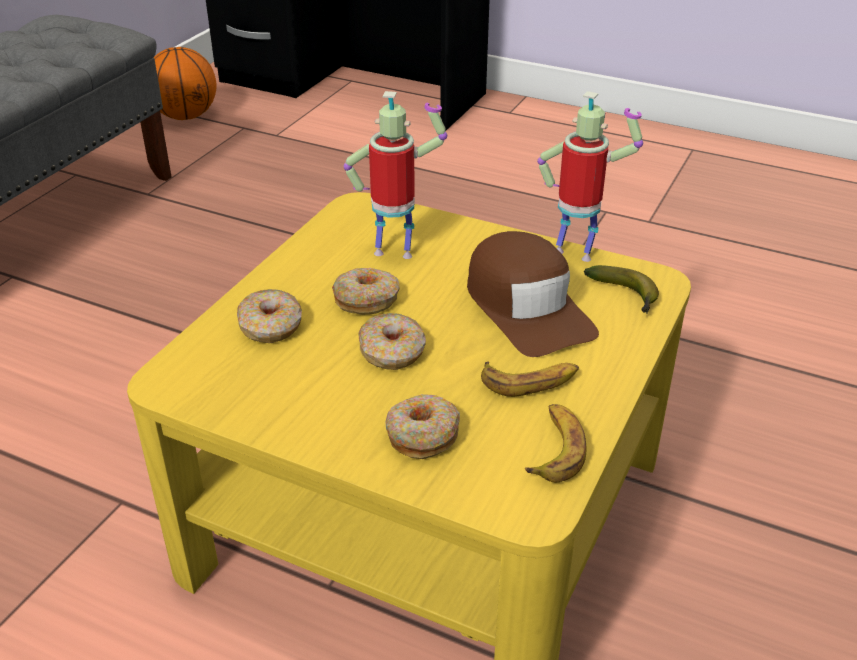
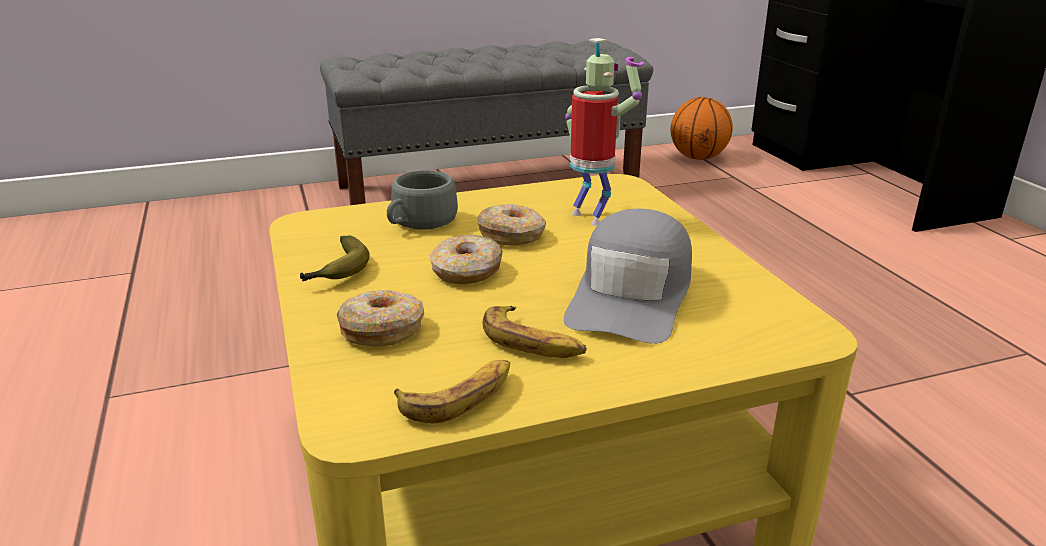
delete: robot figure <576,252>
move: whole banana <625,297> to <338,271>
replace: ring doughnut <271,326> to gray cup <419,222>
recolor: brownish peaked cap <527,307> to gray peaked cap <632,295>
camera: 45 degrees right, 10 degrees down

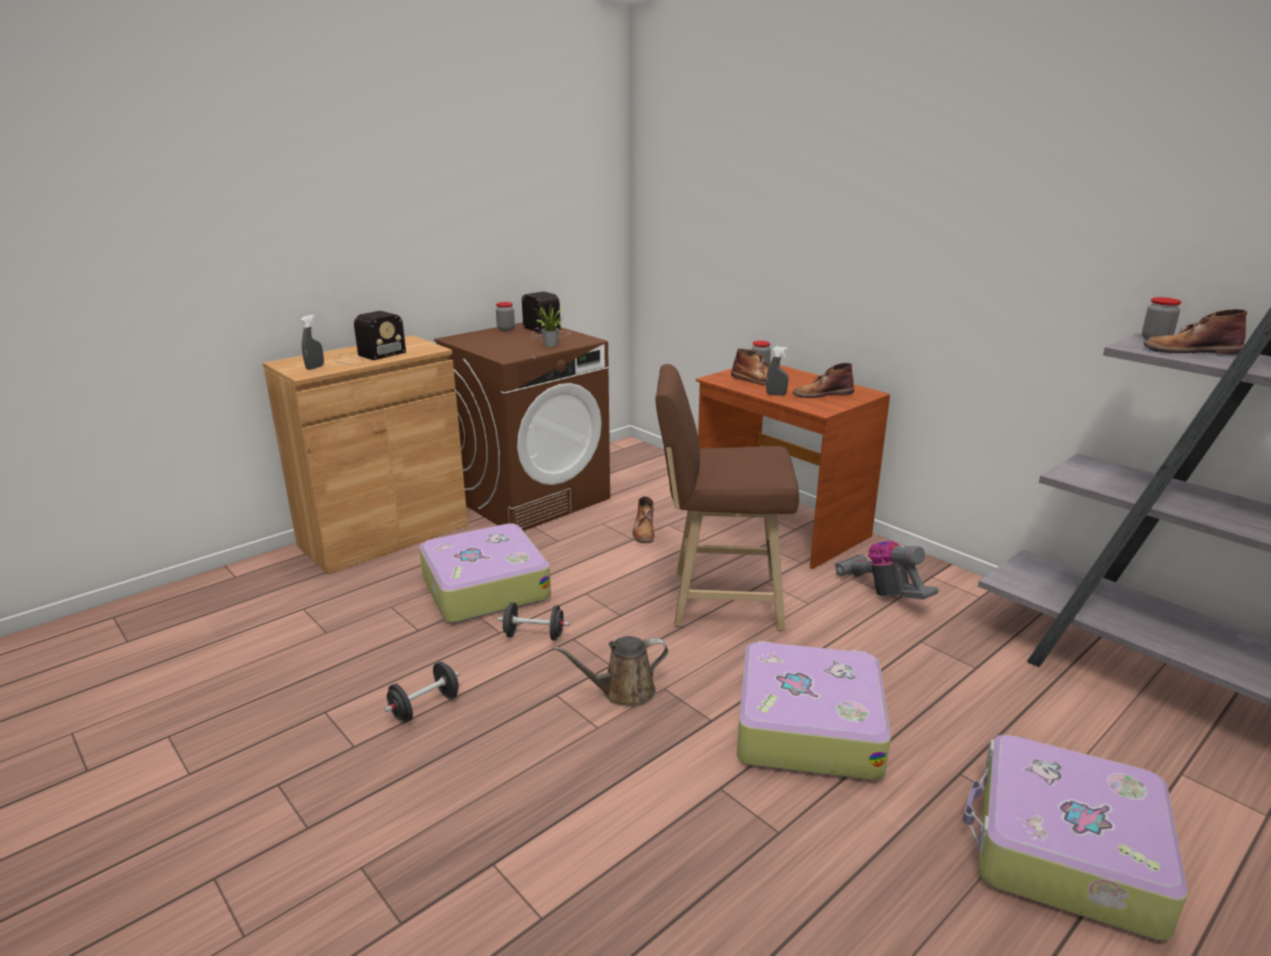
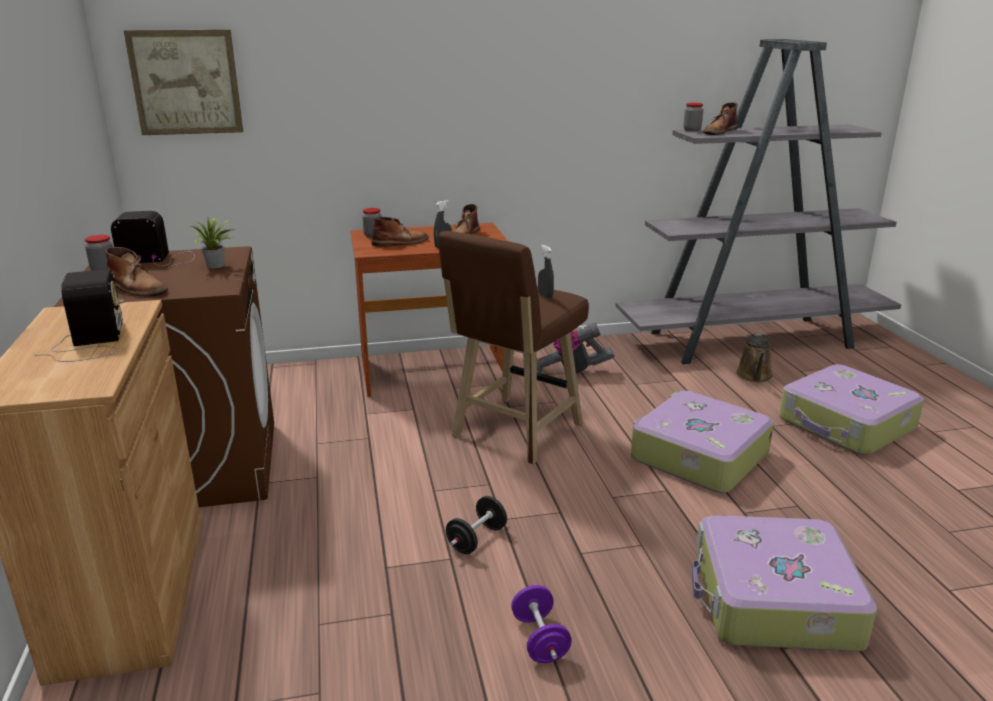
insert: wall picture <186,82>
move: gray sprayer <315,367> to <545,296>; piece of luggage <484,587> to <773,601>; brownish sprinkling can <623,692> to <754,376>; brownish tall boot <644,531> to <137,289>
recolor: black-coloured hand weight <425,707> to purplish hand weight <540,640>
camera: 60 degrees left, 0 degrees up

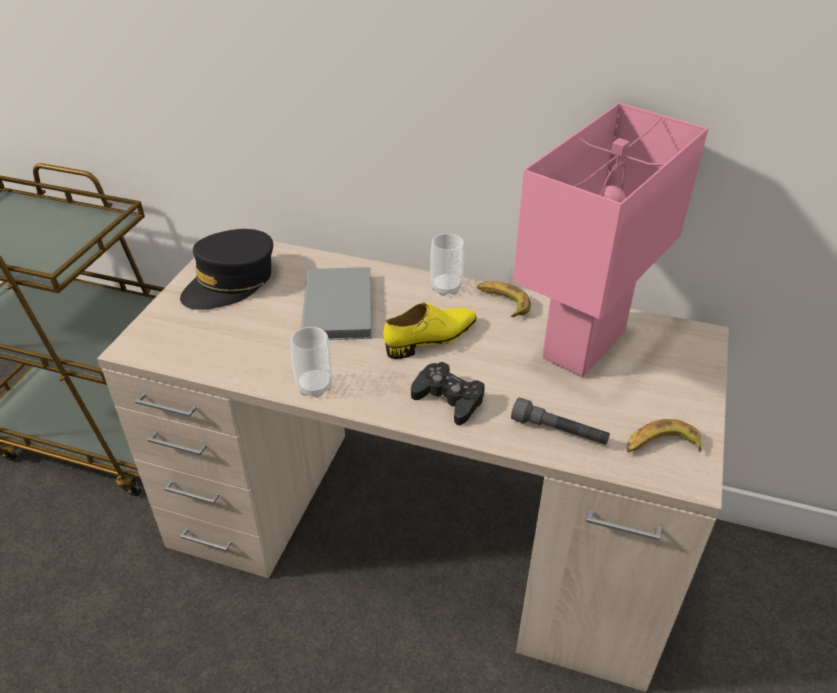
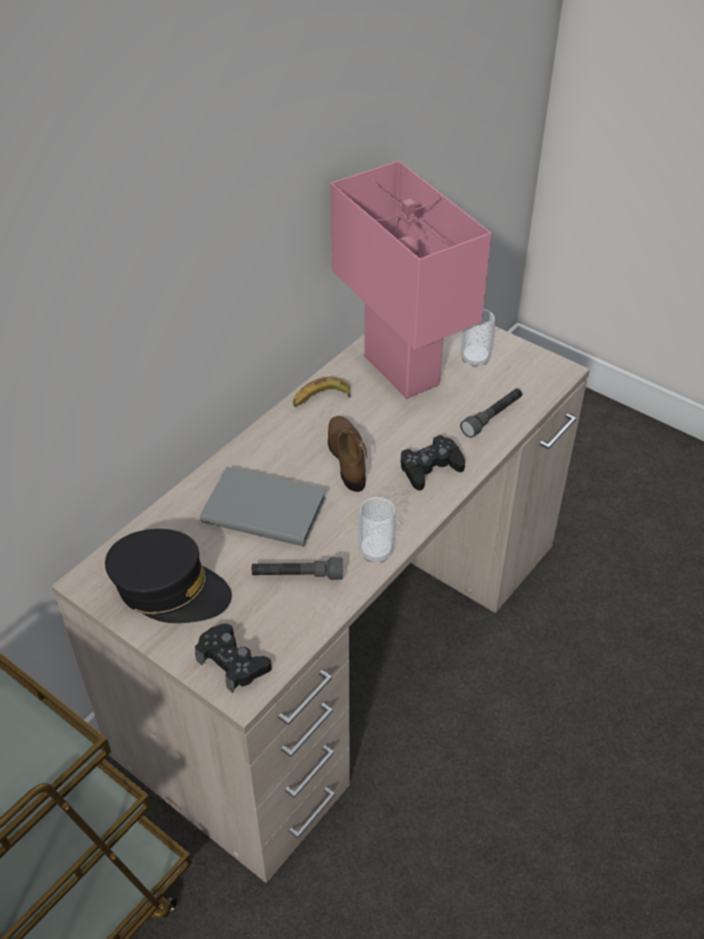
delete: whole banana <660,445>
insert: black-coloured gamepad <233,662>; gray torch <297,576>
move: cup <446,288> to <475,359>
recolor: yellow shoe <431,338> to brownish shoe <347,457>
rotate: black-coloured peaked cap <230,282> = <170,589> 45 degrees counterclockwise
camera: 70 degrees left, 5 degrees up

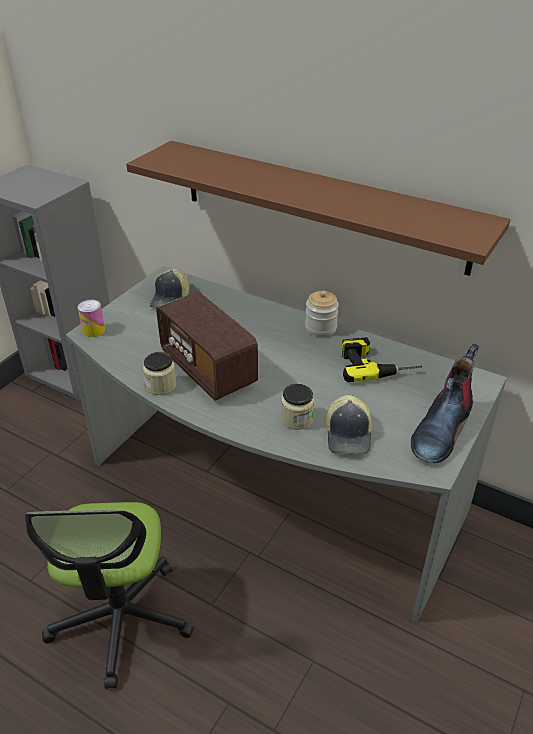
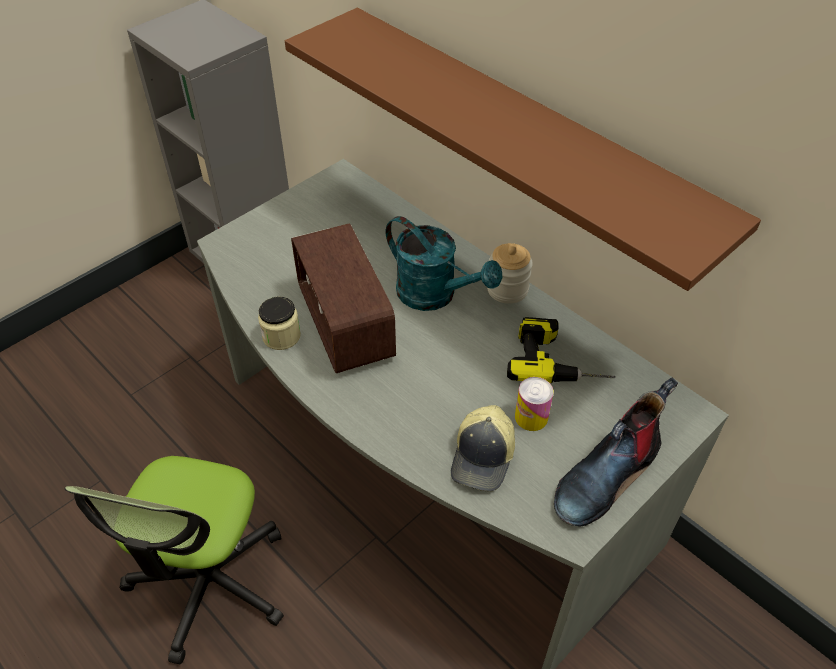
delete: peaked cap <171,299>; storage jar <297,419>
insert: blue-green sprinkling can <435,295>
move: metal can <93,330> to <531,417>
camera: 15 degrees right, 10 degrees up

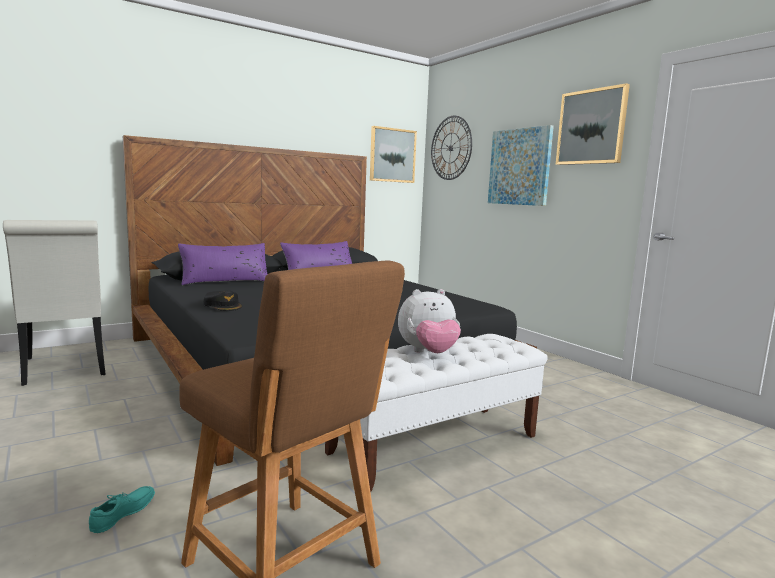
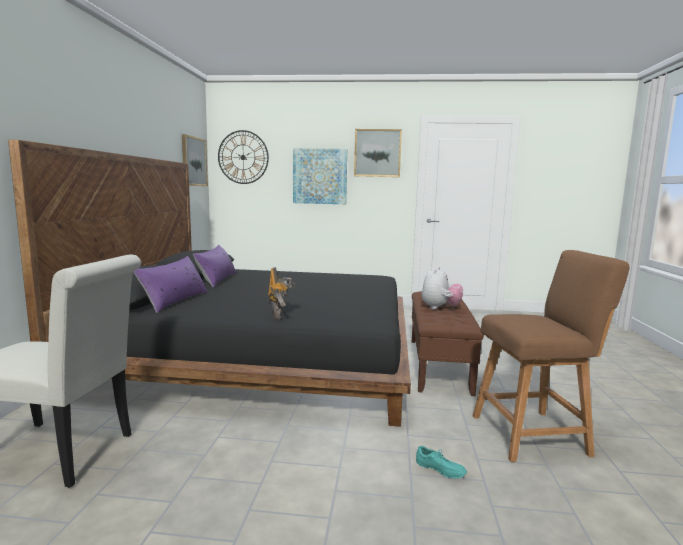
replace: black-coloured peaked cap <223,306> to robot figure <279,315>
recolor: white-coloured indoor bench <435,444> to brownish indoor bench <438,364>
rotate: blue-green shoe <125,515> = <439,470> 150 degrees clockwise
camera: 50 degrees left, 0 degrees up

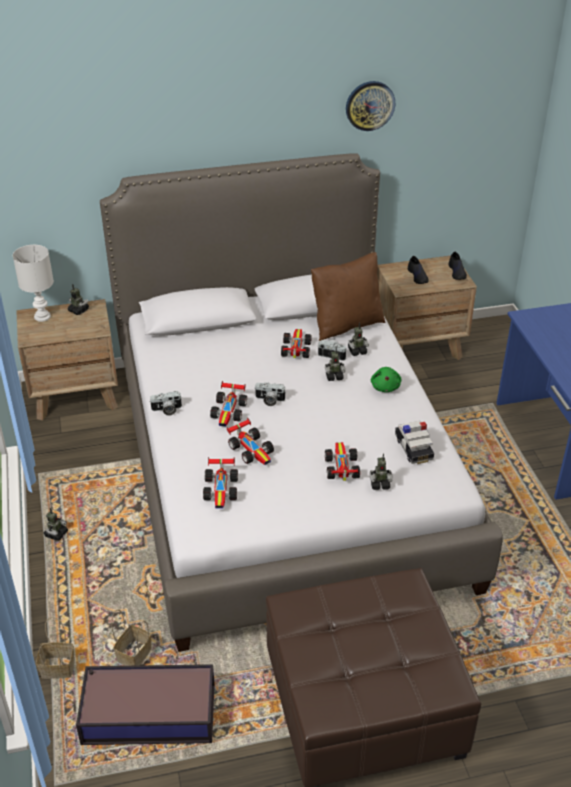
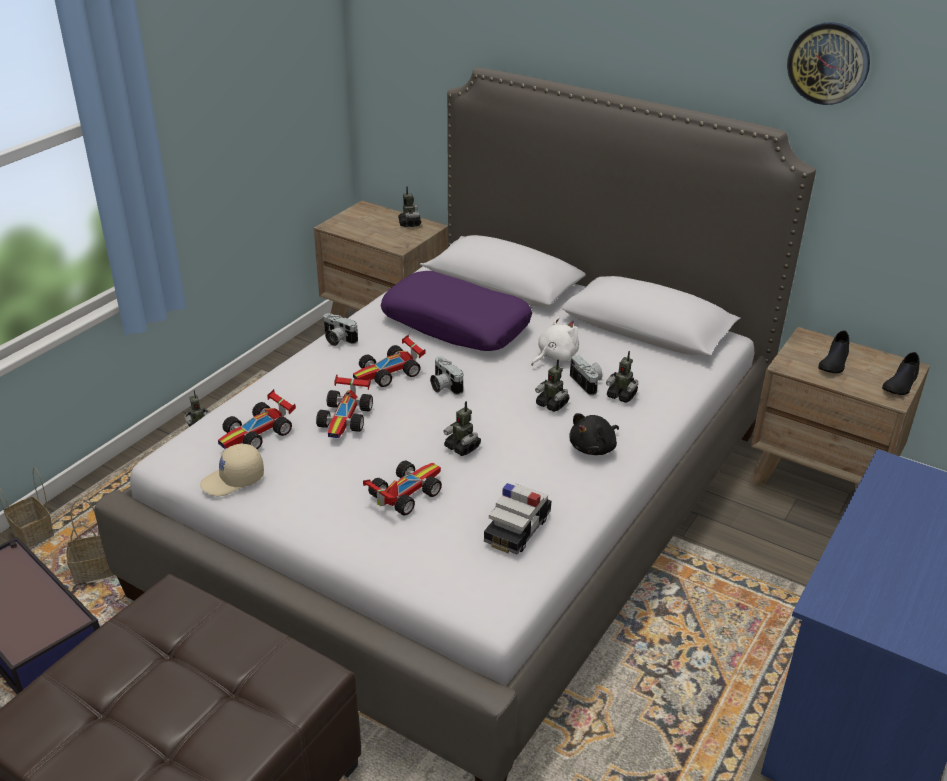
delete: white-coloured tabletop lamp <43,317>; brownish pillow <346,324>
insert: sand-coloured peaked cap <233,480>; purplish pillow <456,324>
move: robot figure <380,484> to <462,447>
replace: toy car <295,349> to white-coloured cuddly toy <555,356>
recolor: greenish cuddly toy <385,387> to black-coloured cuddly toy <594,448>
camera: 45 degrees right, 5 degrees down

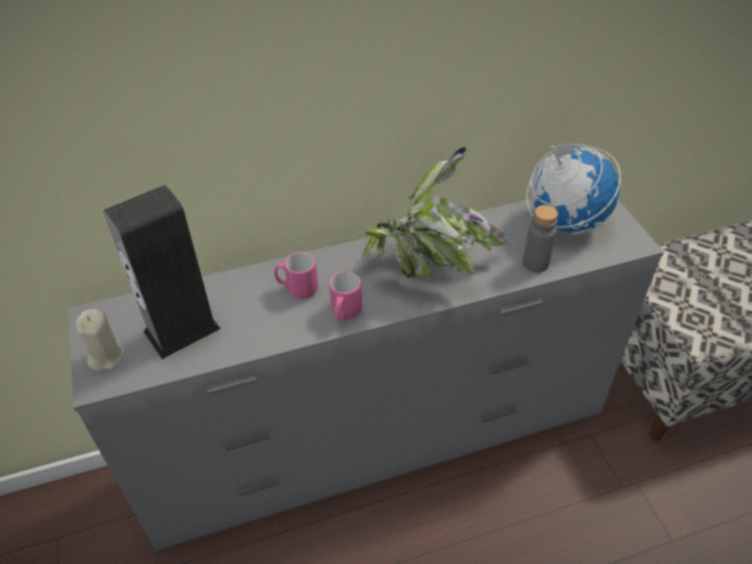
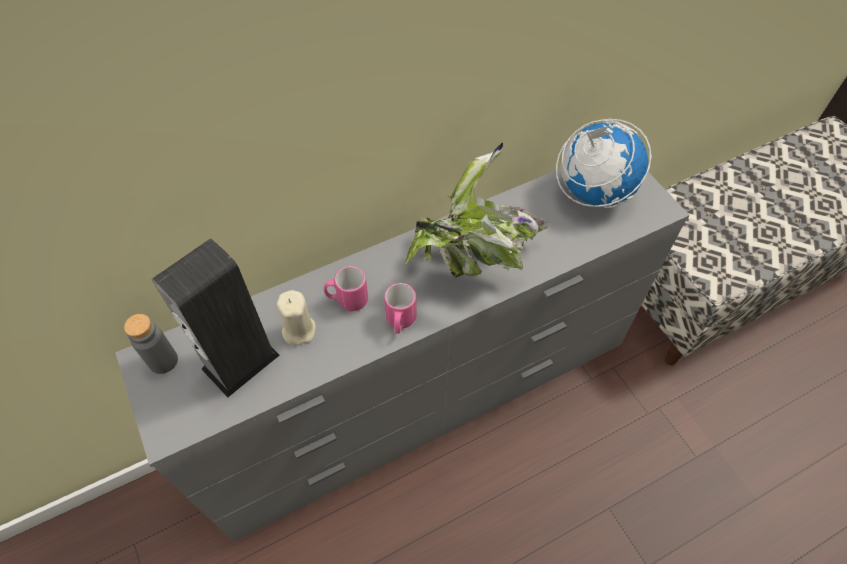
move: sand-coloured candle <106,356> to <298,330>; gray drink bottle <535,263> to <163,361>
camera: 10 degrees left, 10 degrees up

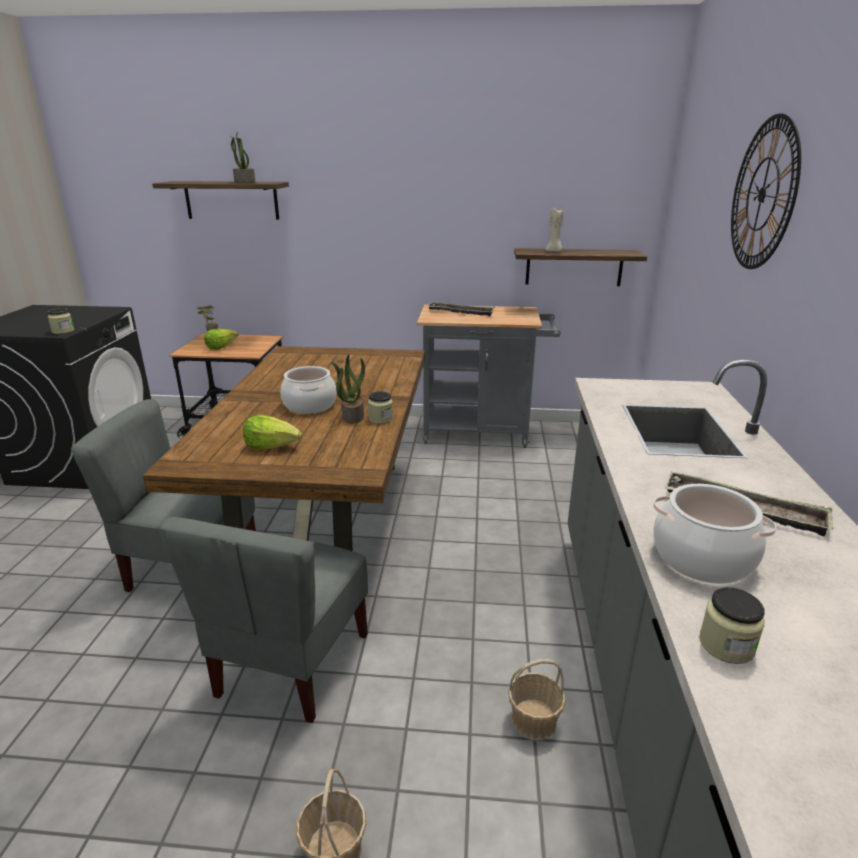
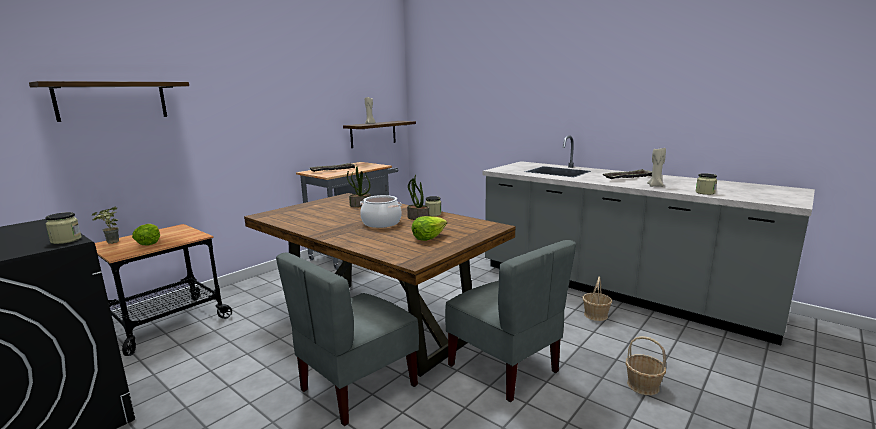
delete: hanging clock <762,194>
move: potted plant <244,182> to <360,205>
replace: cooking pot <701,558> to sand-coloured candle <655,186>
camera: 55 degrees left, 10 degrees down

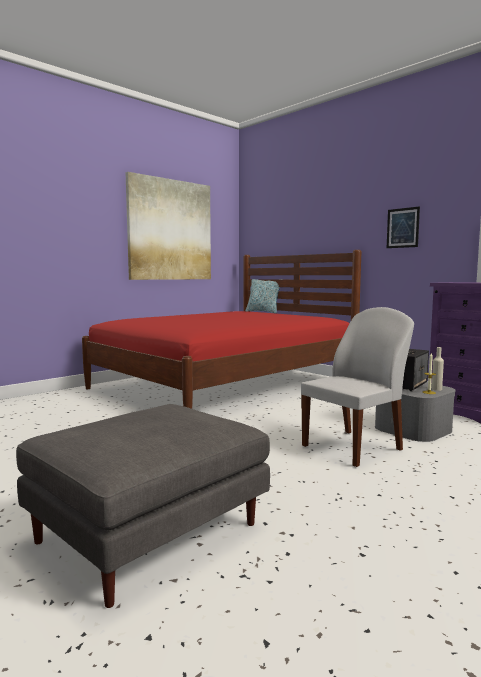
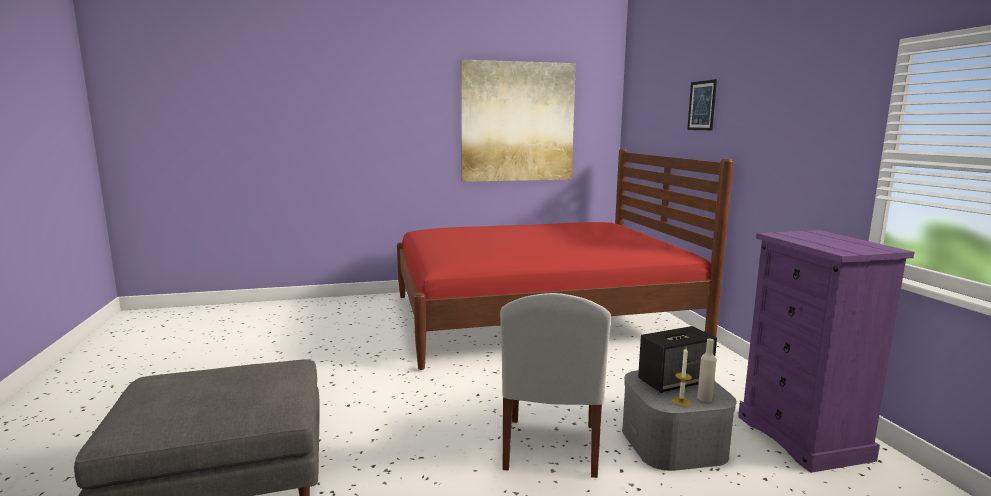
delete: pillow <263,312>
move: wall picture <402,228> to <702,105>
rotate: white-coloured plain chair <354,447> = <550,449> 105 degrees clockwise
camera: 30 degrees right, 5 degrees up

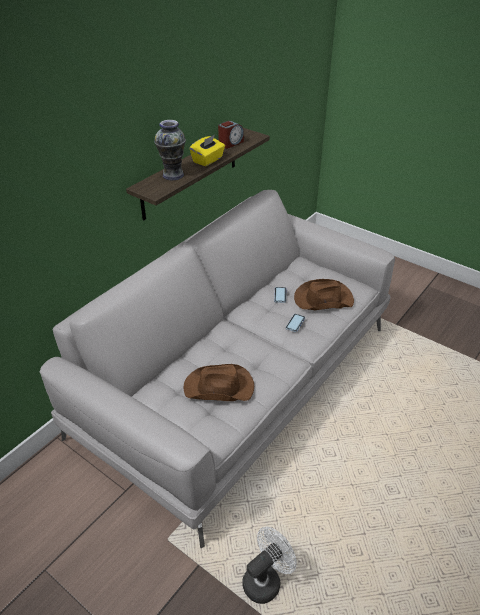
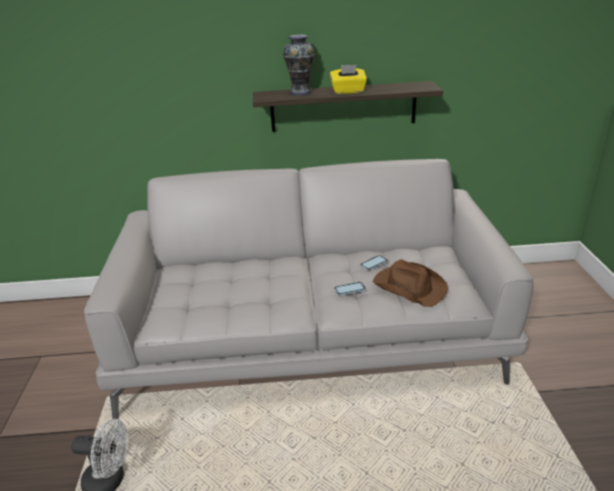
delete: brownish clothing hat <219,388>; bedside clock <230,143>
camera: 50 degrees right, 10 degrees down

